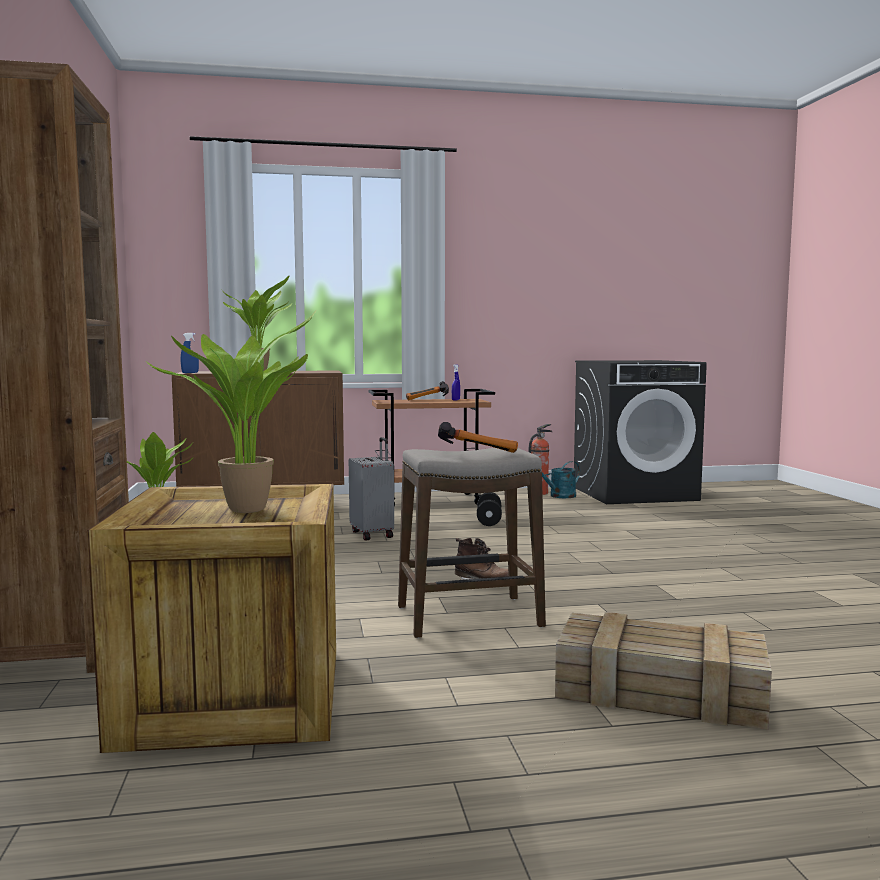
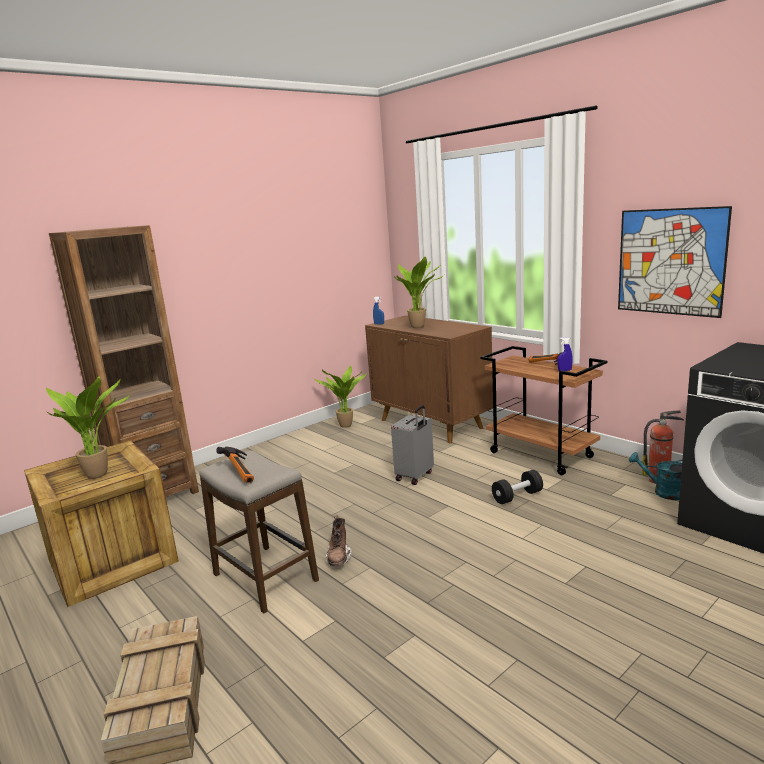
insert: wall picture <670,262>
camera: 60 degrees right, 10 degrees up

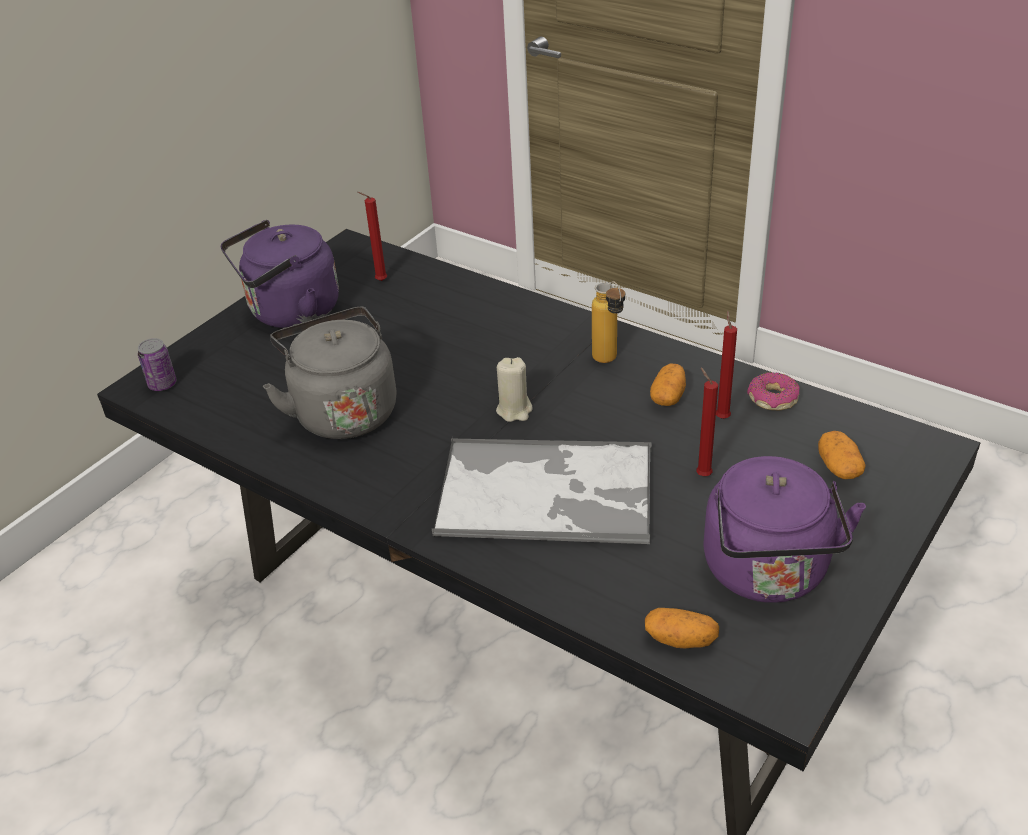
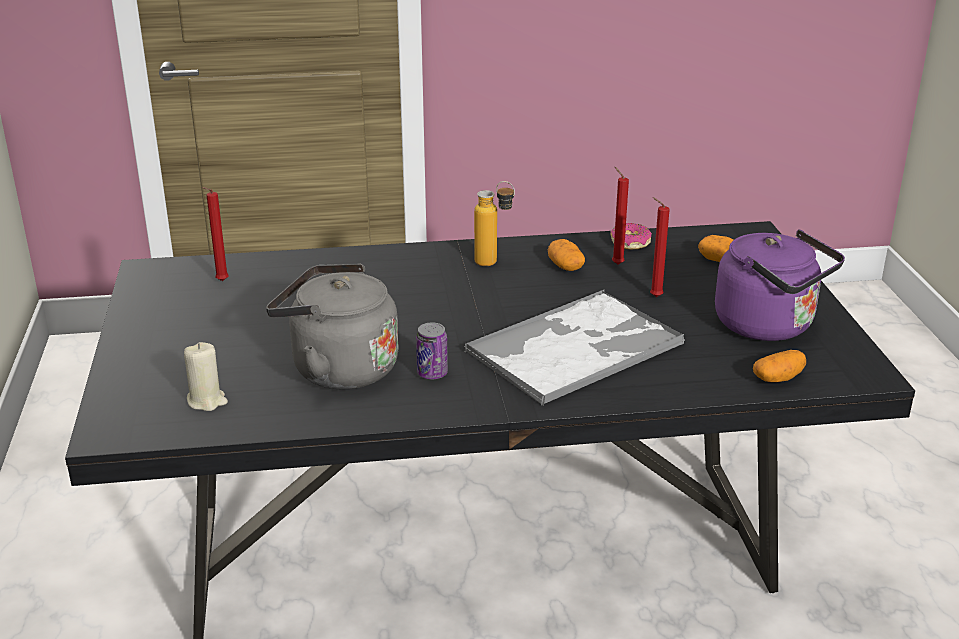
delete: purplish tea kettle <290,313>
move: metal can <162,384> to <432,373>; sand-coloured candle <514,410> to <207,401>
camera: 45 degrees left, 10 degrees down

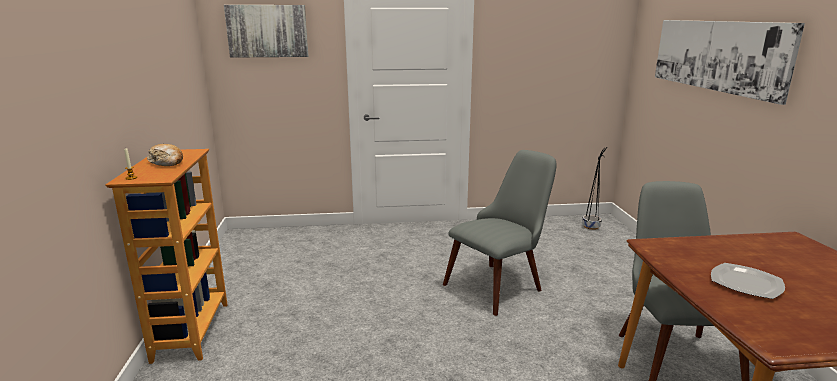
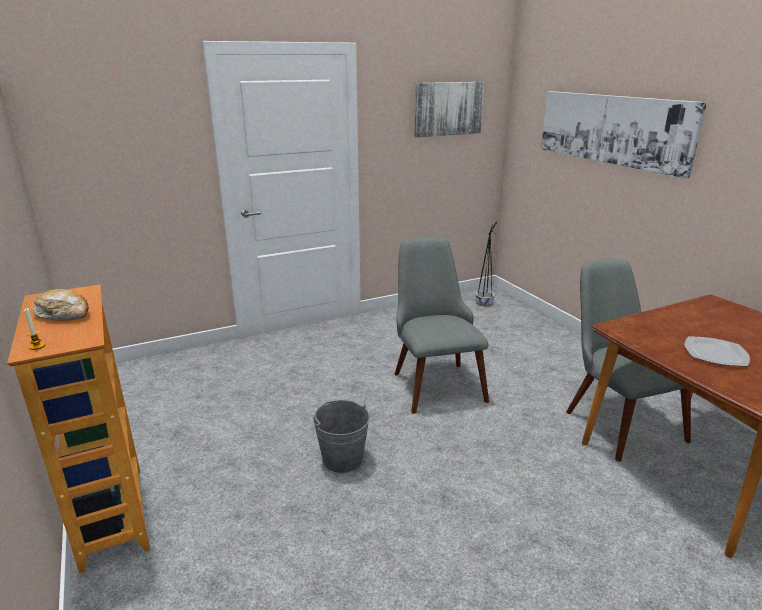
insert: gray bucket <342,459>
move: wall picture <267,31> to <448,108>
rotate: gray plain chair <500,283> = <433,380> 45 degrees counterclockwise
camera: 20 degrees left, 5 degrees up

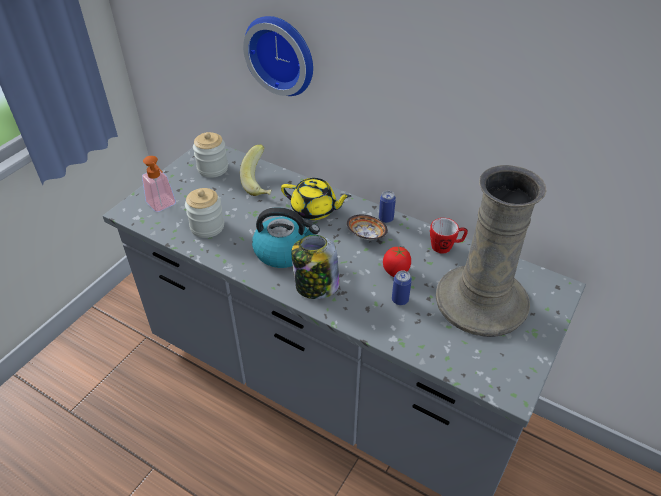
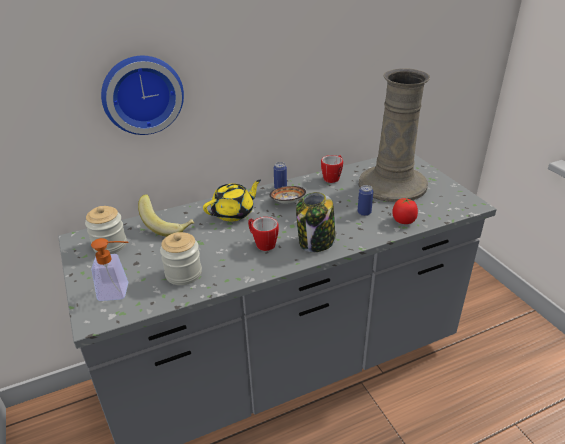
move: tomato <396,271> to <403,221>
replace: tea kettle <284,251> to coffee mug <262,243>
camera: 55 degrees left, 10 degrees down

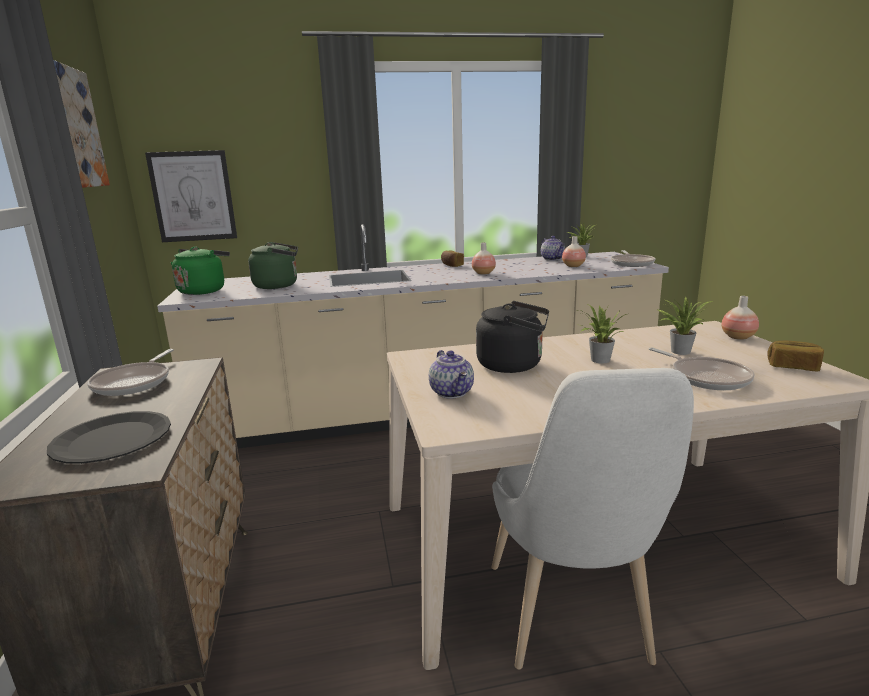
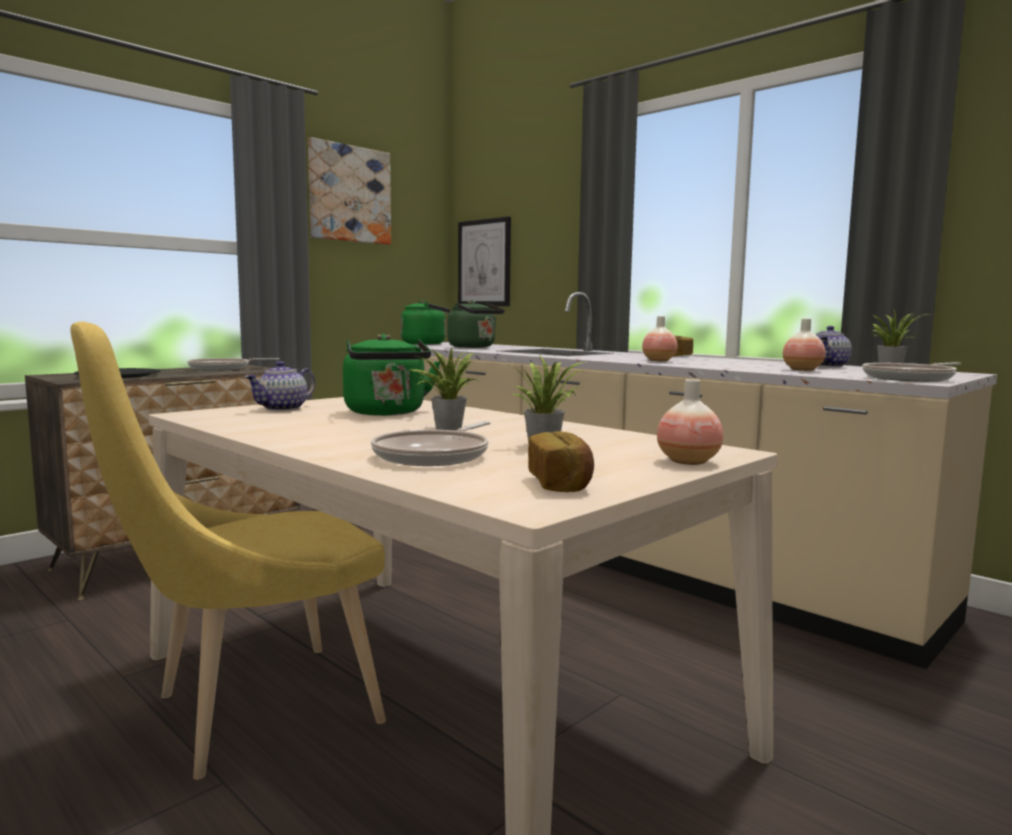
recolor: black-coloured tea kettle <514,365> to greenish tea kettle <387,413>; white-coloured plain chair <571,621> to yellow plain chair <251,713>
camera: 55 degrees right, 10 degrees down

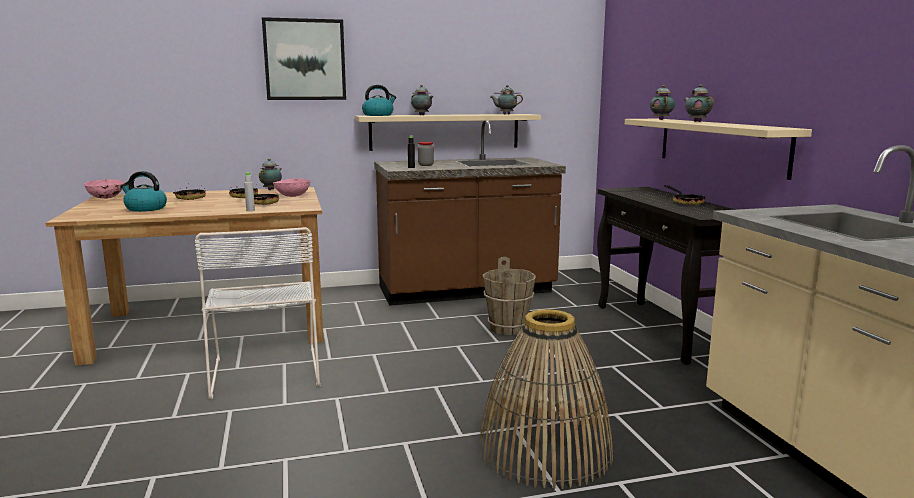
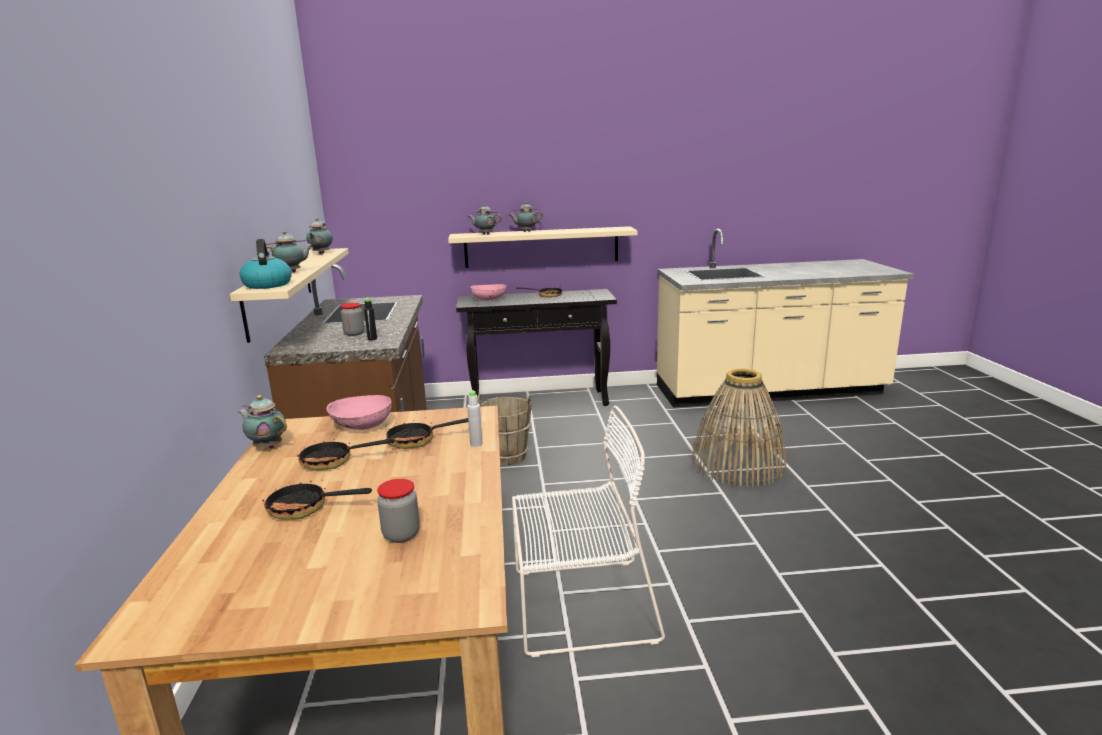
delete: wall picture <305,60>
move: pink deep dish <107,198> to <489,299>
replace: tea kettle <145,209> to storage jar <401,534>
camera: 80 degrees left, 5 degrees up

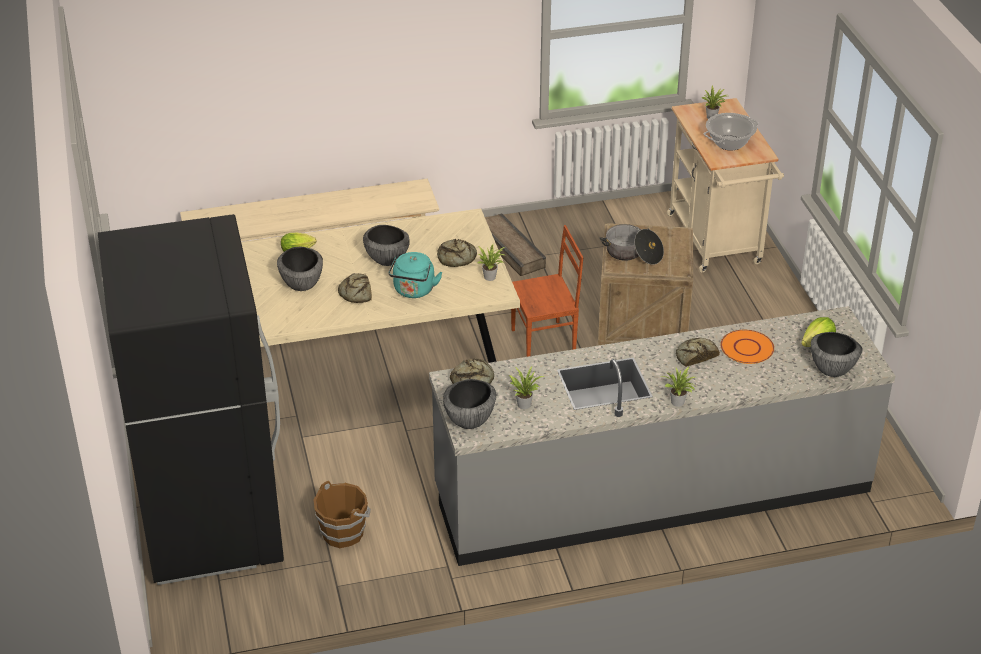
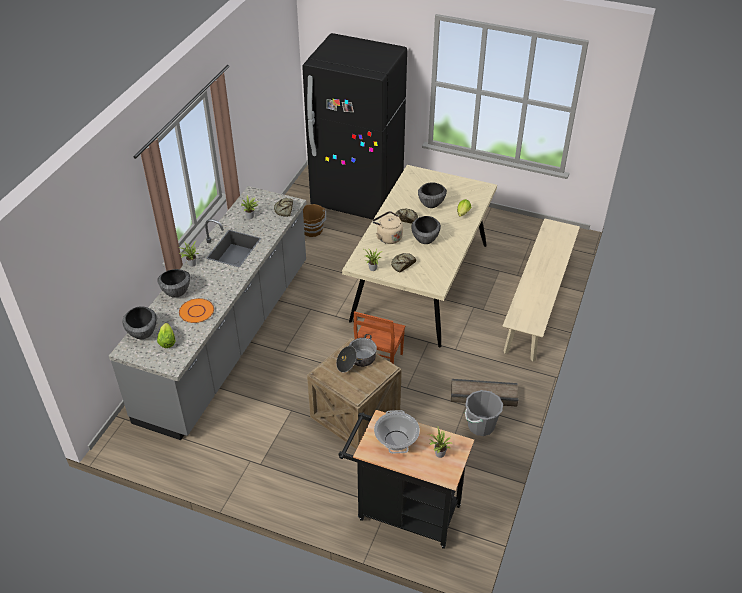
delete: bread <695,355>
insert: gray bucket <481,426>
move: deep dish <469,420> to <176,292>
recolor: blue-green tea kettle <414,291> to sand-coloured tea kettle <388,237>; sand-coloured trolley <716,243> to black-coloured trolley <403,511>
camera: 125 degrees right, 5 degrees up

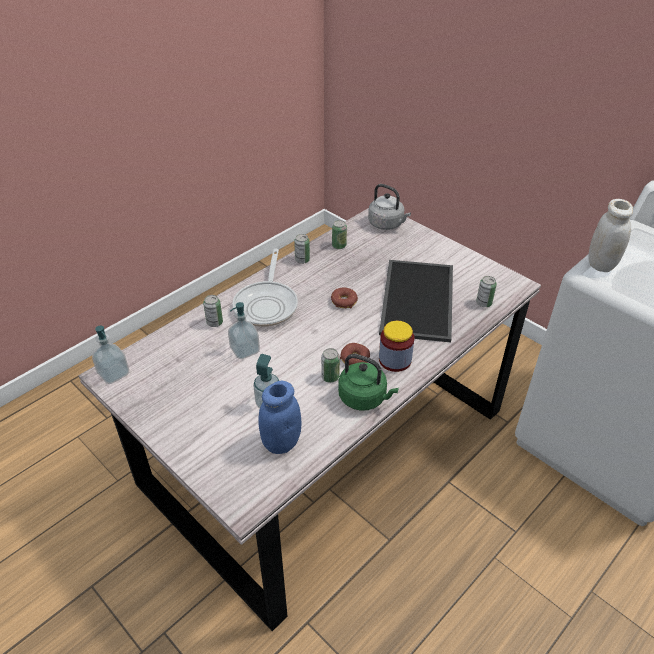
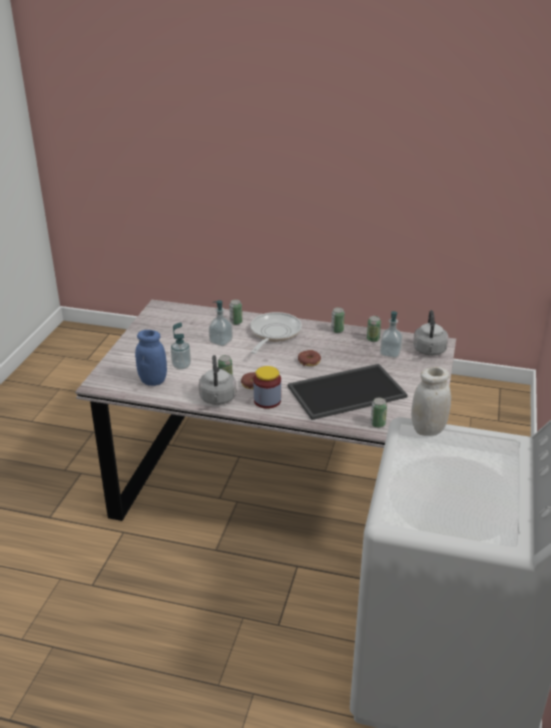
move: soap bottle <114,374> to <390,353>
recolor: greenish tea kettle <364,398> to gray tea kettle <218,399>
rotate: frying pan <267,304> = <273,334> 135 degrees clockwise
camera: 60 degrees right, 10 degrees down

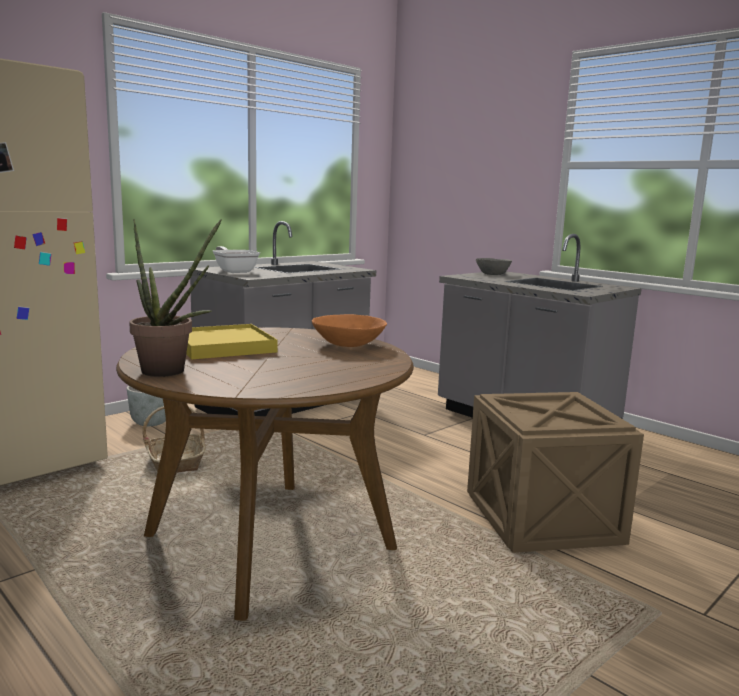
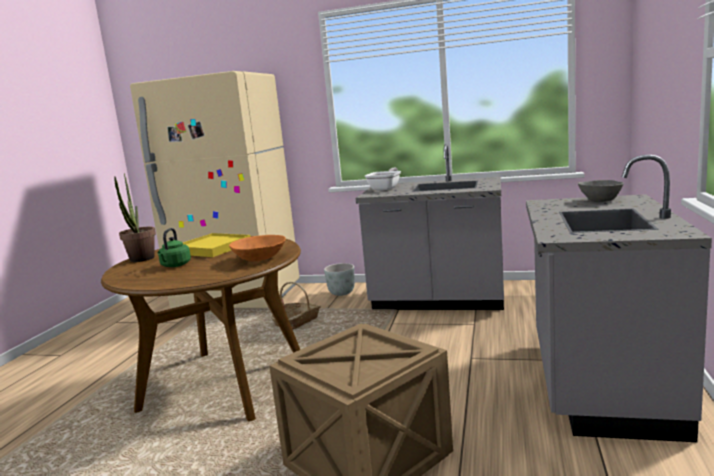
insert: greenish tea kettle <175,265>
camera: 60 degrees right, 0 degrees up

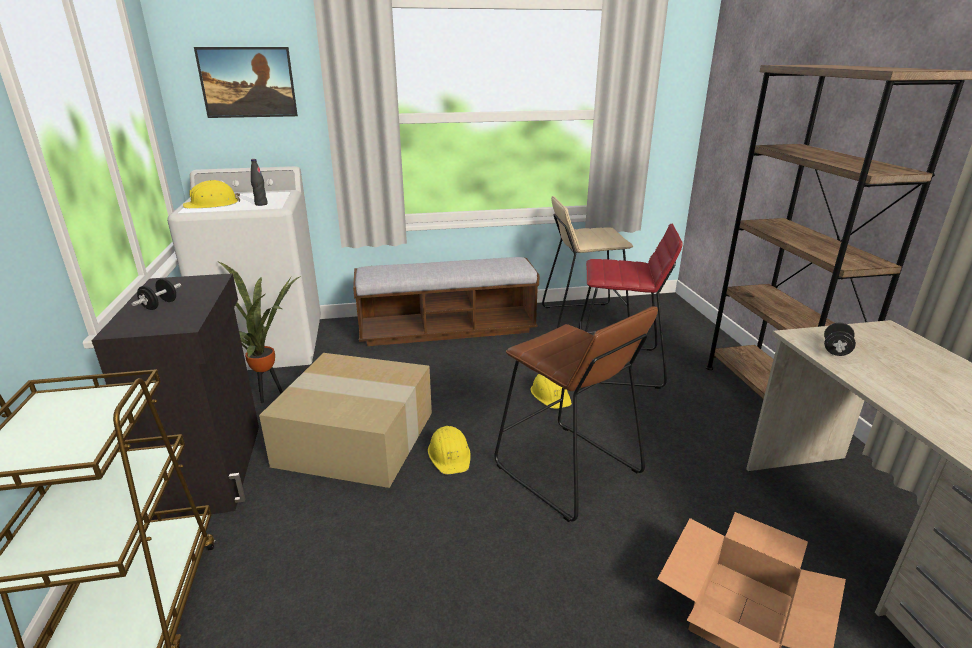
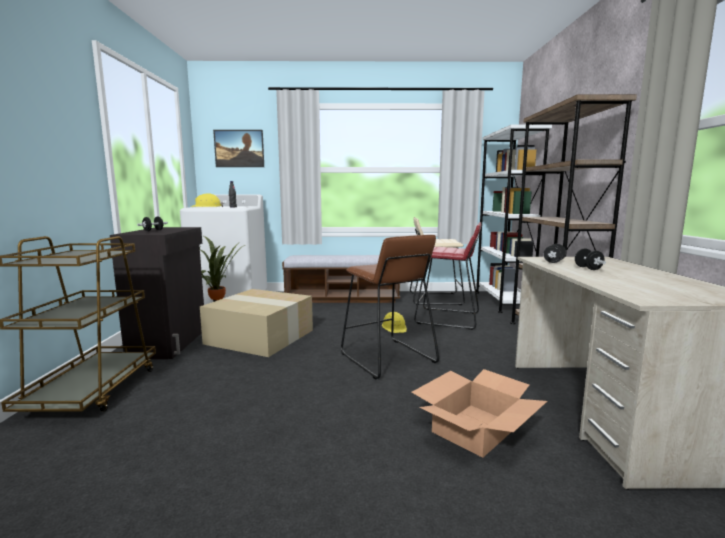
delete: yellow work helmet <450,455>
insert: white-coloured bookcase <502,301>; black-coloured hand weight <588,268>
camera: 10 degrees right, 15 degrees down

